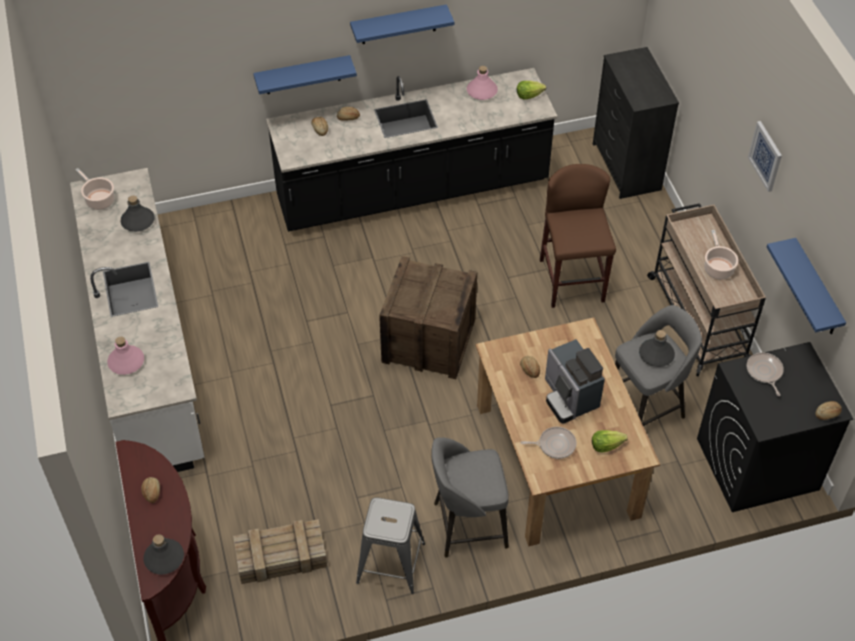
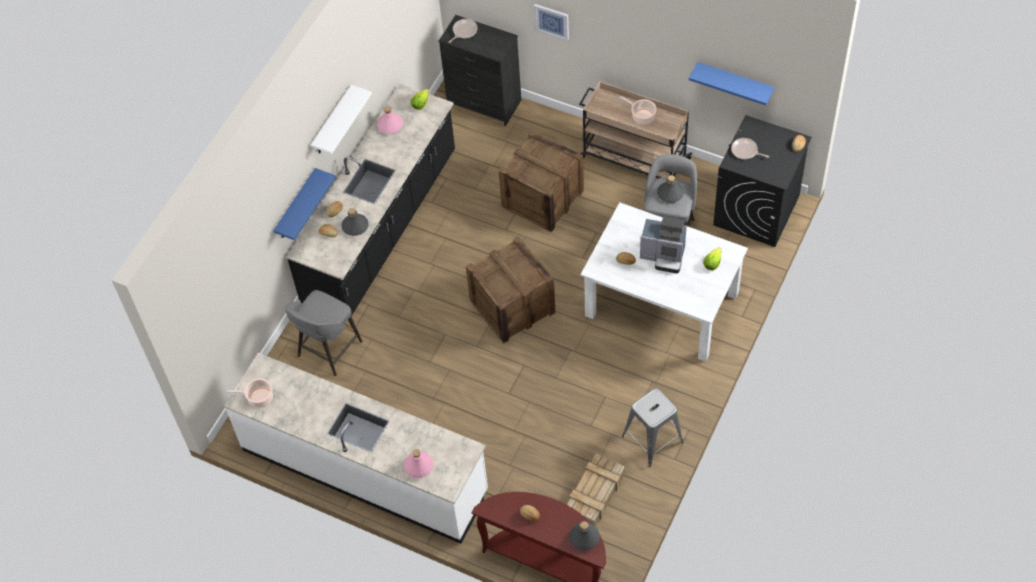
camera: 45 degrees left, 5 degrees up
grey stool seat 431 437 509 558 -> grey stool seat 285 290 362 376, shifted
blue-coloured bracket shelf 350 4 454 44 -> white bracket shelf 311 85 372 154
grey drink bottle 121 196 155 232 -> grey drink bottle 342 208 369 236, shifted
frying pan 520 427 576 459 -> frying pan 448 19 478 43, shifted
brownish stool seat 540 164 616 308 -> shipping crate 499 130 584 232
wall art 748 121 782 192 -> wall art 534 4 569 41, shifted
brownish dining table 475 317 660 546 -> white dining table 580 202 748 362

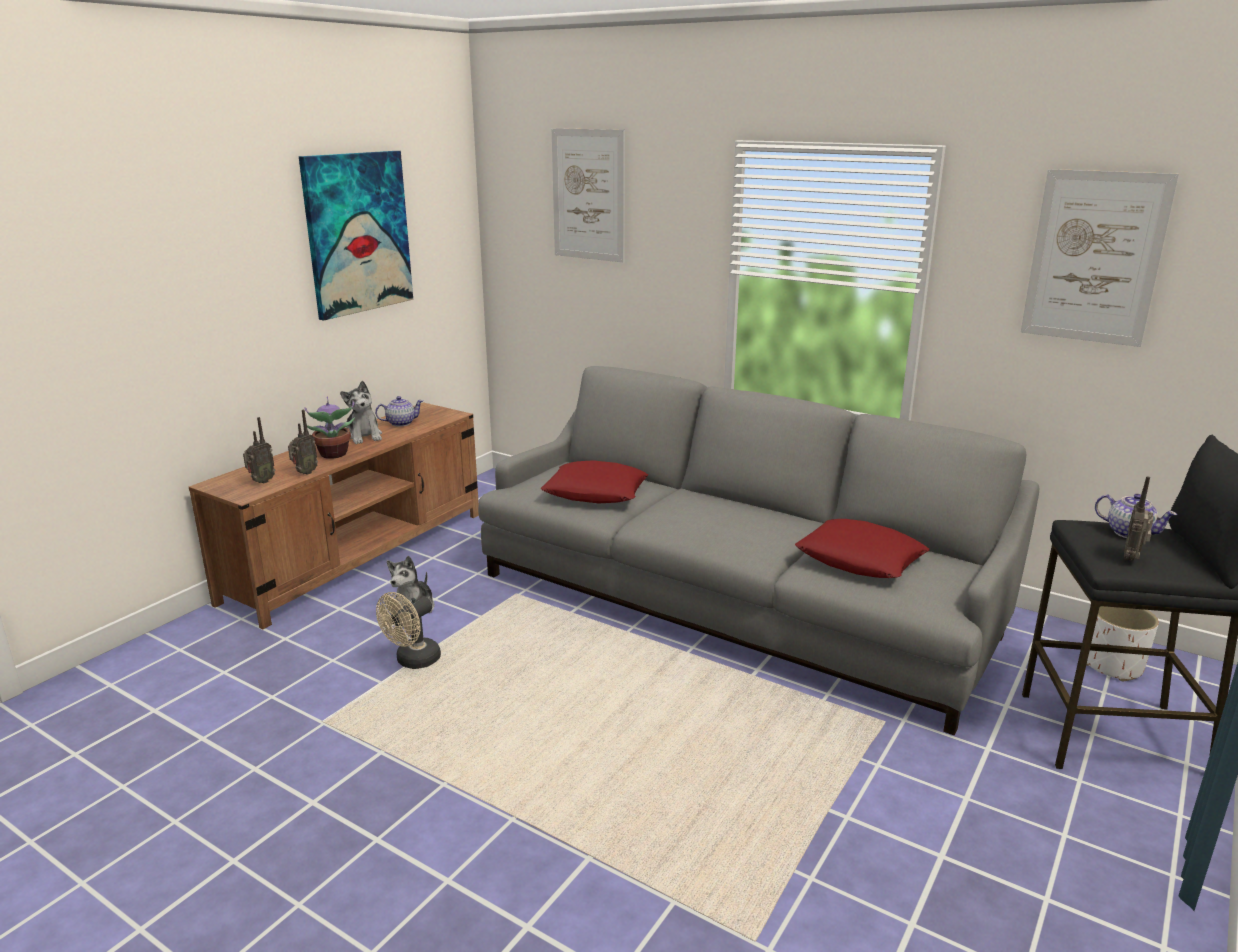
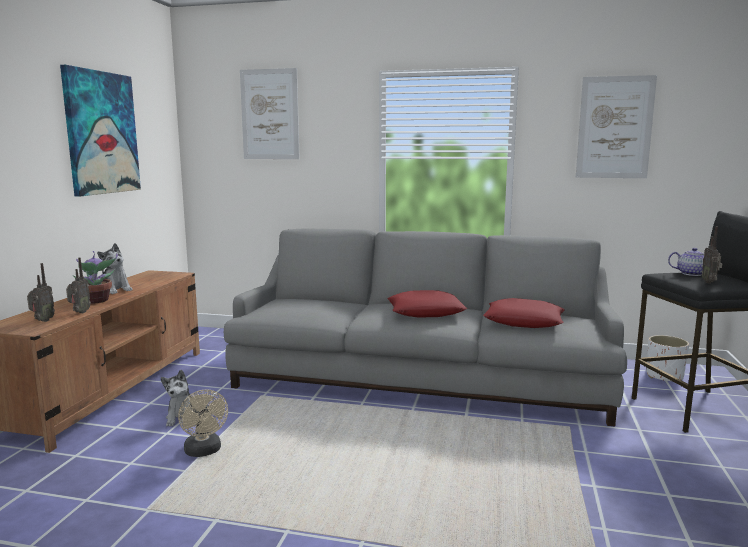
camera: 20 degrees left, 10 degrees down
sand-coloured electric fan 376 592 441 669 -> sand-coloured electric fan 178 389 228 457, 45 degrees counterclockwise
reddish cushion 541 460 648 503 -> reddish cushion 388 290 467 318, shifted
teapot 375 396 423 427 -> none

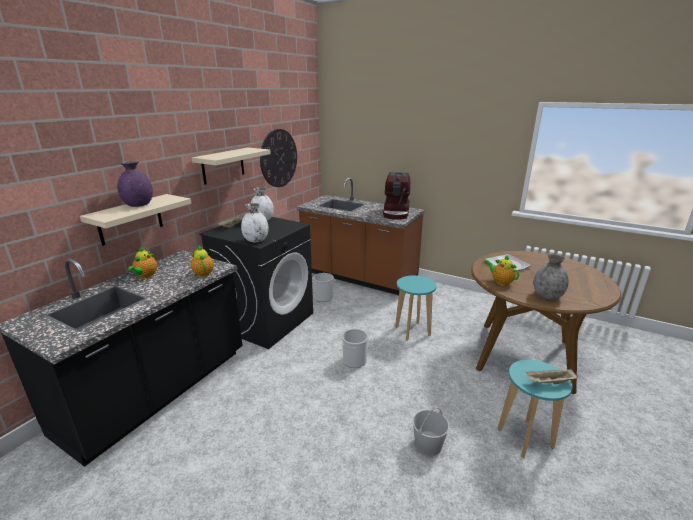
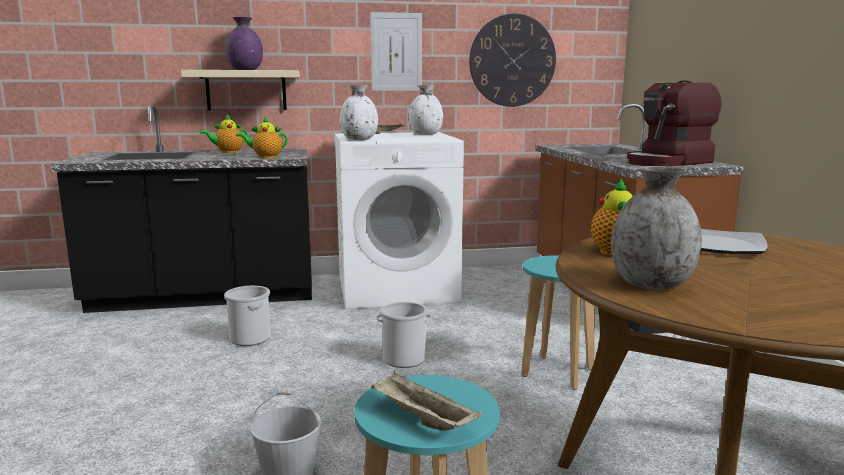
camera: 50 degrees right, 10 degrees down
water bucket 312 273 335 302 -> water bucket 224 286 271 346, shifted
teapot 191 245 214 277 -> teapot 236 116 288 158, 120 degrees counterclockwise
black-coloured washing machine 199 217 313 349 -> white washing machine 335 132 464 309
sand-coloured bracket shelf 192 148 271 184 -> wall art 370 12 422 91

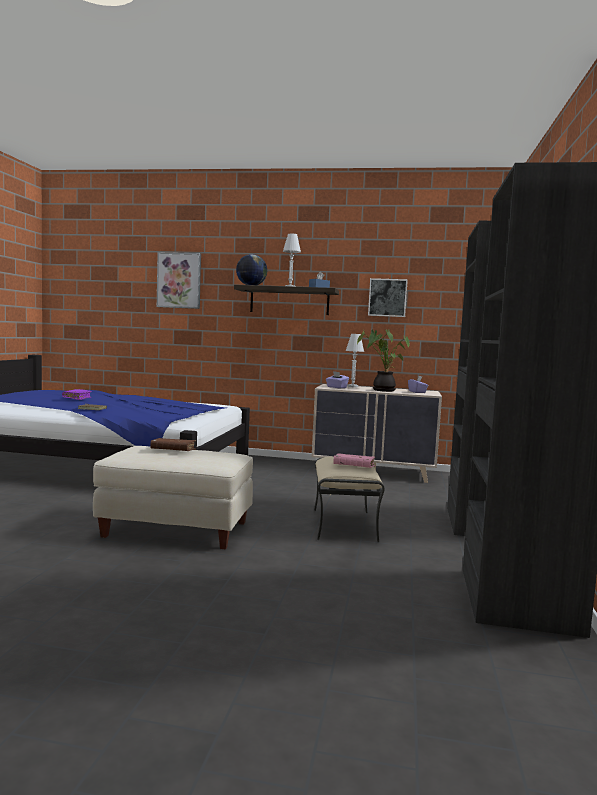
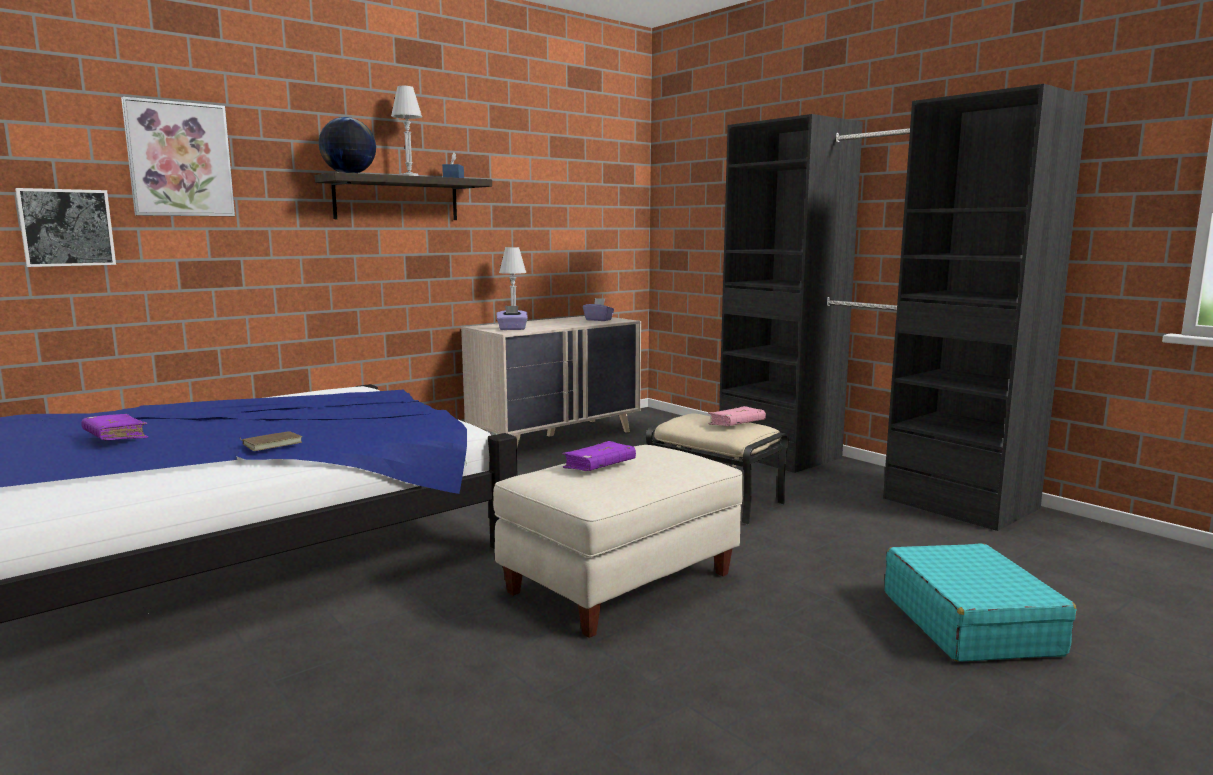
camera: 50 degrees left, 5 degrees up
wall art 368 278 408 317 -> wall art 15 188 116 267, shifted
brownish bound book 150 438 196 451 -> purple-coloured bound book 562 441 636 471
none -> turquoise-coloured travel case 885 543 1077 662
plant in a pot 357 329 410 392 -> none

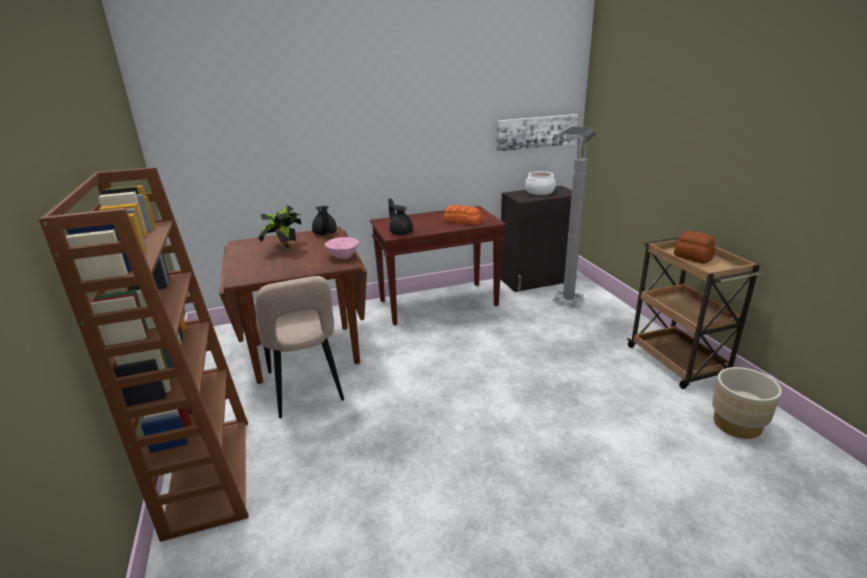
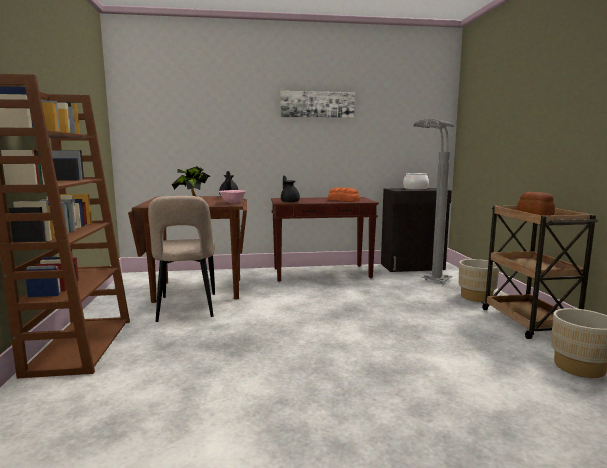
camera: 10 degrees right, 15 degrees down
wall art 497 114 578 151 -> wall art 280 91 355 118, shifted
none -> sand-coloured flower pot 459 259 499 302

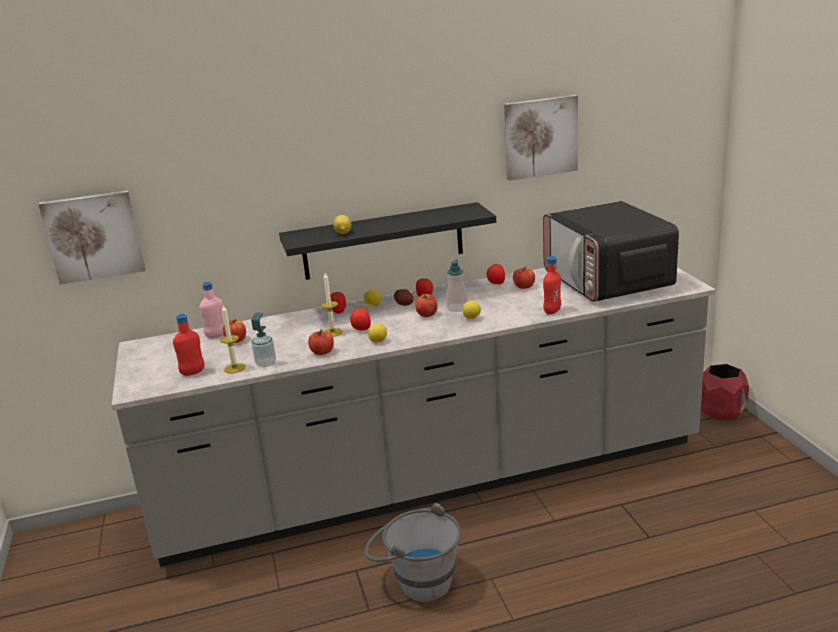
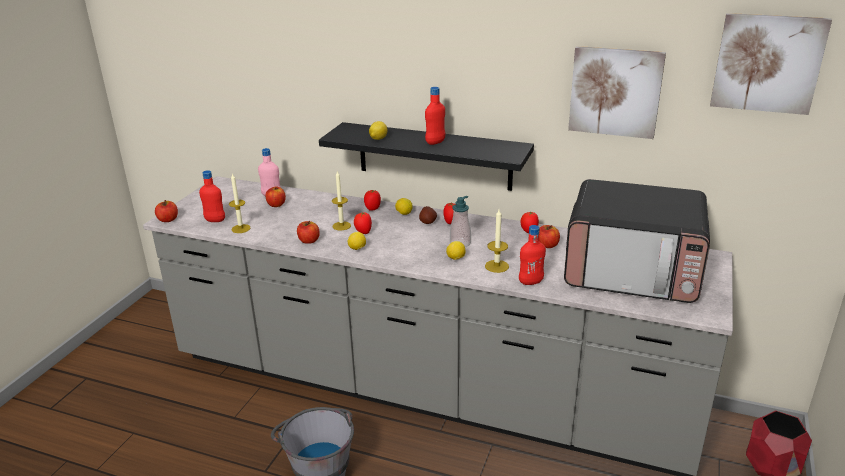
camera: 35 degrees right, 5 degrees up
whole apple 416 293 437 317 -> whole apple 155 200 178 222, shifted
none -> reddish drink bottle 425 87 445 145
none -> wax candle 485 209 509 273
kitchen microwave 543 201 679 302 -> kitchen microwave 564 179 710 303, 90 degrees counterclockwise
wall art 38 190 145 285 -> wall art 710 13 832 115, shifted
soap bottle 251 312 276 367 -> none

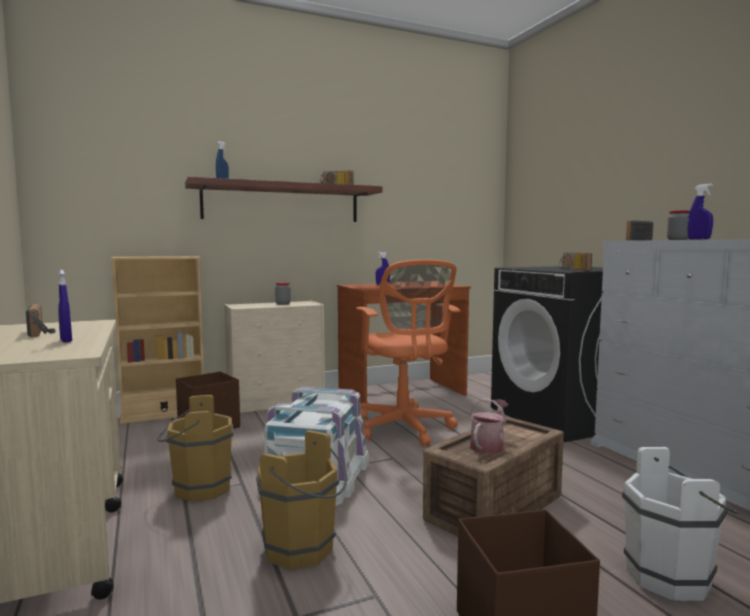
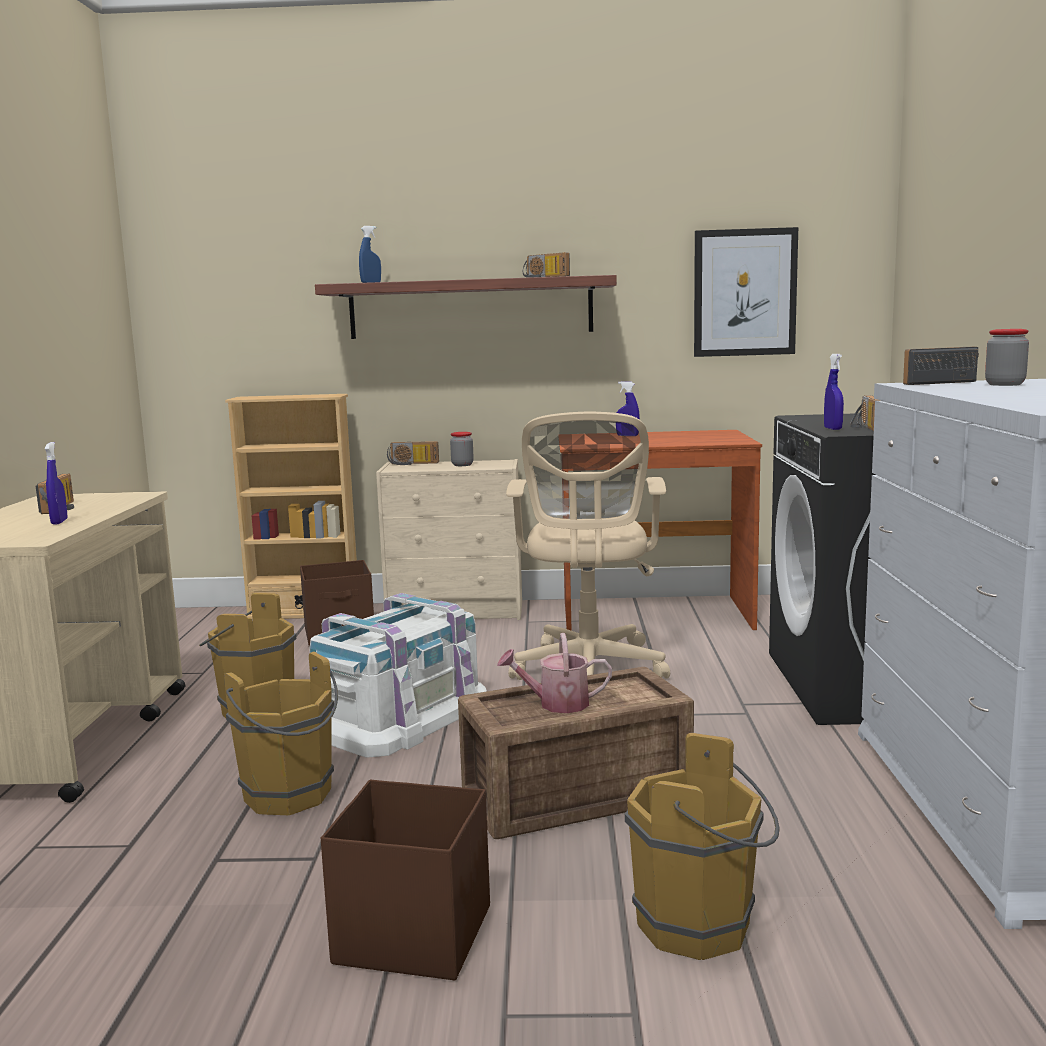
camera: 25 degrees right, 5 degrees up
none -> radio set 387 441 439 465
watering pot 470 398 508 454 -> watering pot 497 633 612 713, 150 degrees counterclockwise
orangey computer chair 356 259 461 446 -> sand-coloured computer chair 506 412 670 680
white water bucket 622 447 738 601 -> brownish water bucket 625 733 780 960
none -> wall art 694 227 798 357
blue-coloured hand sprayer 687 184 713 240 -> blue-coloured hand sprayer 824 354 844 430, shifted

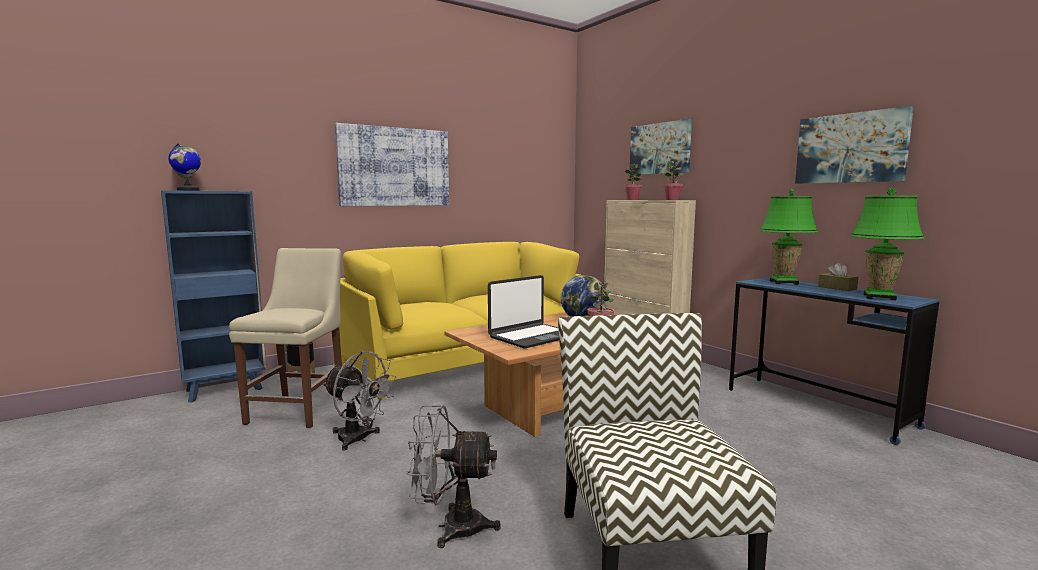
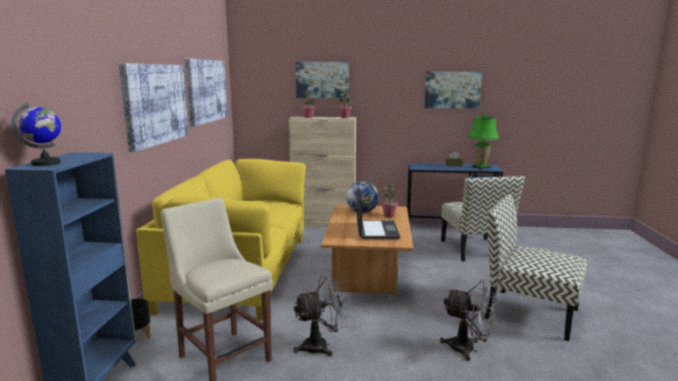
camera: 50 degrees left, 5 degrees up
none -> wall art 185 59 227 126
grey electric fan 406 405 501 548 -> grey electric fan 440 280 498 361, 105 degrees counterclockwise
none -> chair 441 176 525 262
green-coloured tabletop lamp 759 189 818 285 -> none

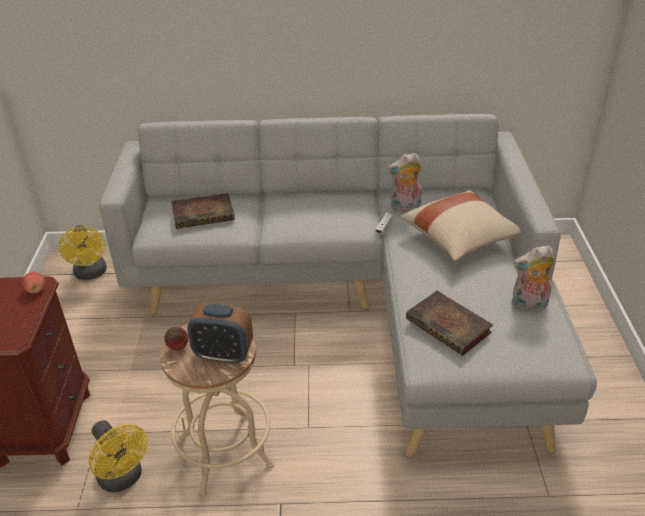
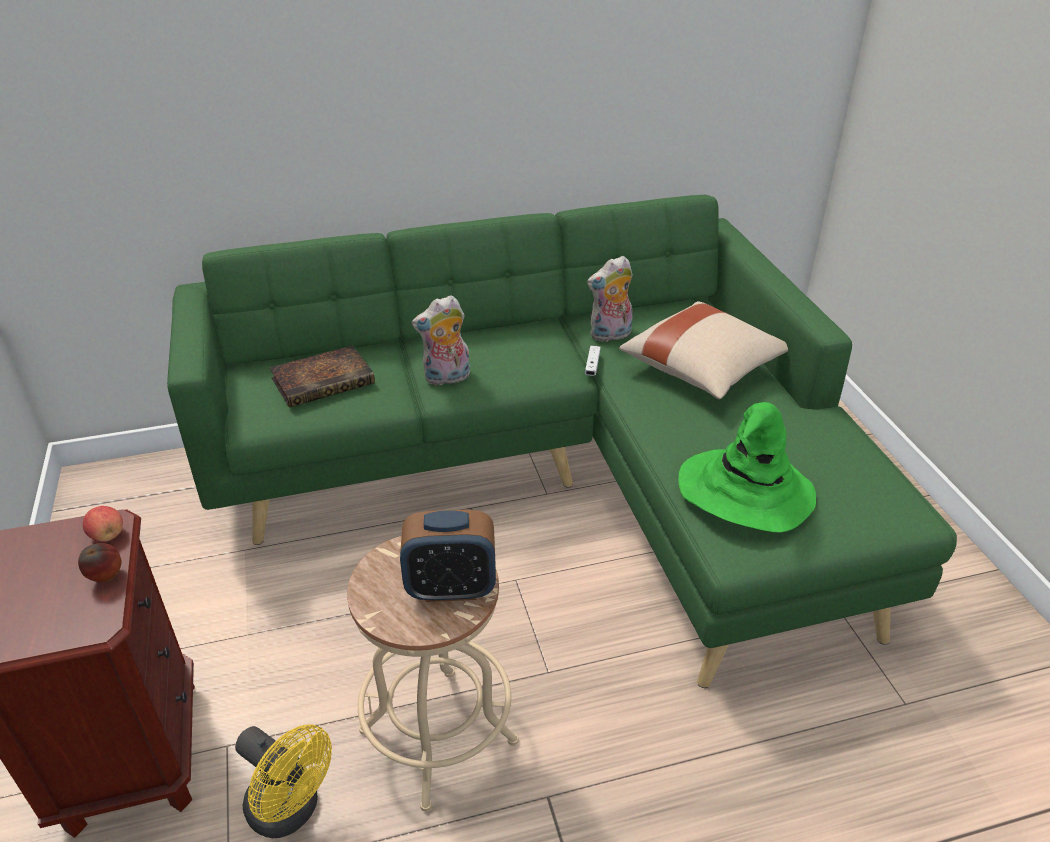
camera: 15 degrees left, 0 degrees up
whole apple 165 327 188 351 -> whole apple 78 543 122 582, shifted
grey sofa 99 114 597 458 -> green-coloured sofa 167 195 957 688
plush toy 512 245 555 313 -> plush toy 412 295 470 385, shifted
bound book 406 291 493 356 -> green-coloured hat 678 402 816 533
yellowish electric fan 58 225 107 280 -> none

